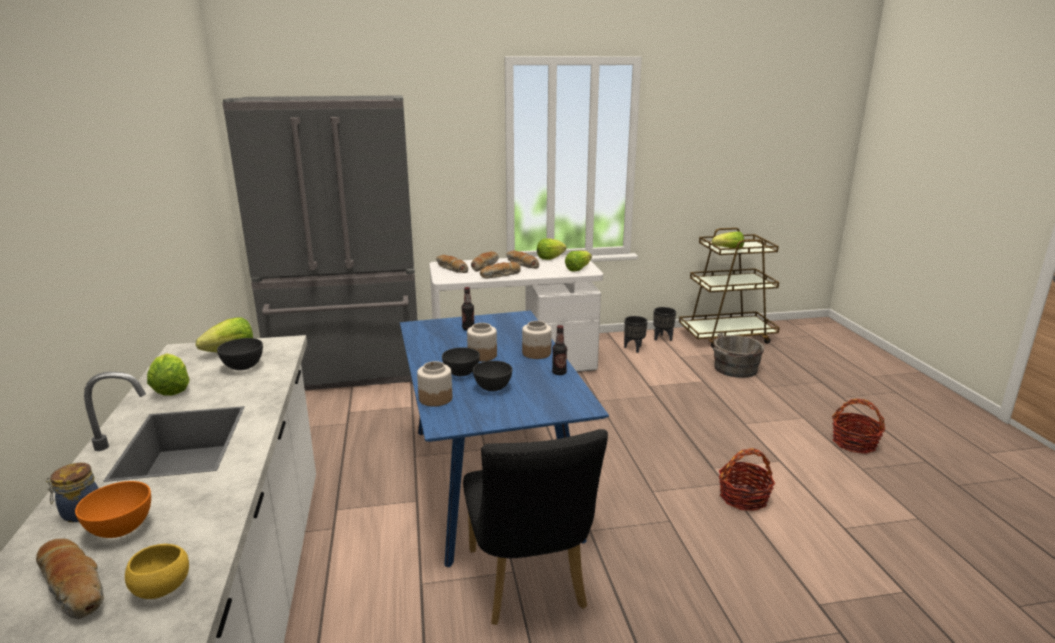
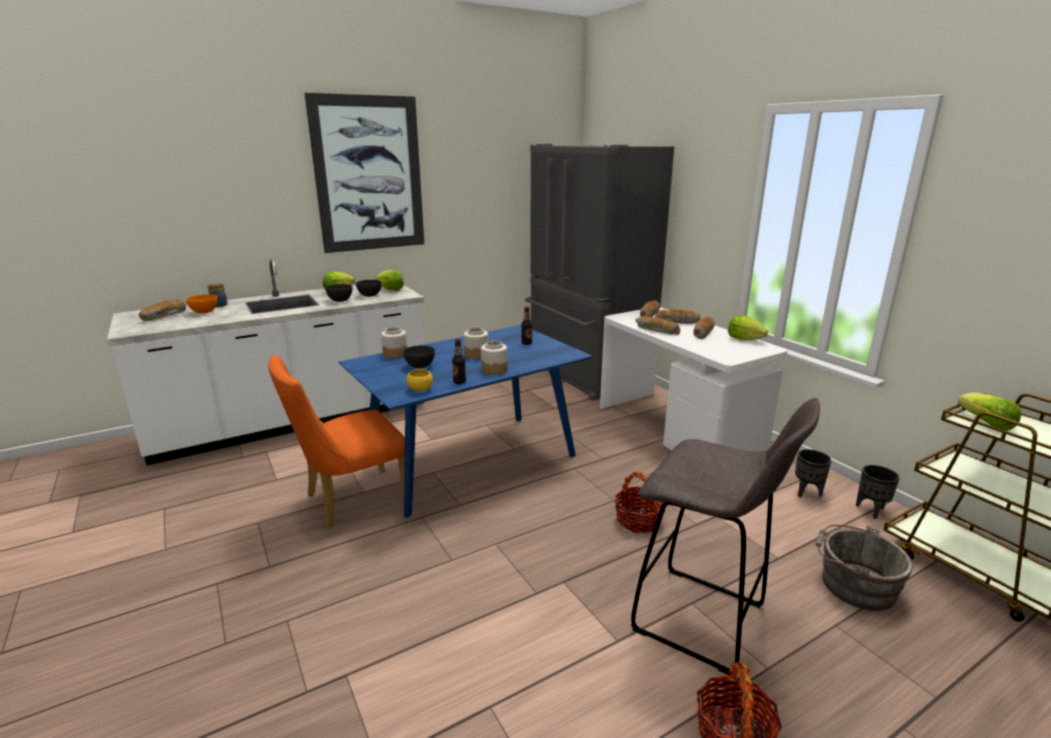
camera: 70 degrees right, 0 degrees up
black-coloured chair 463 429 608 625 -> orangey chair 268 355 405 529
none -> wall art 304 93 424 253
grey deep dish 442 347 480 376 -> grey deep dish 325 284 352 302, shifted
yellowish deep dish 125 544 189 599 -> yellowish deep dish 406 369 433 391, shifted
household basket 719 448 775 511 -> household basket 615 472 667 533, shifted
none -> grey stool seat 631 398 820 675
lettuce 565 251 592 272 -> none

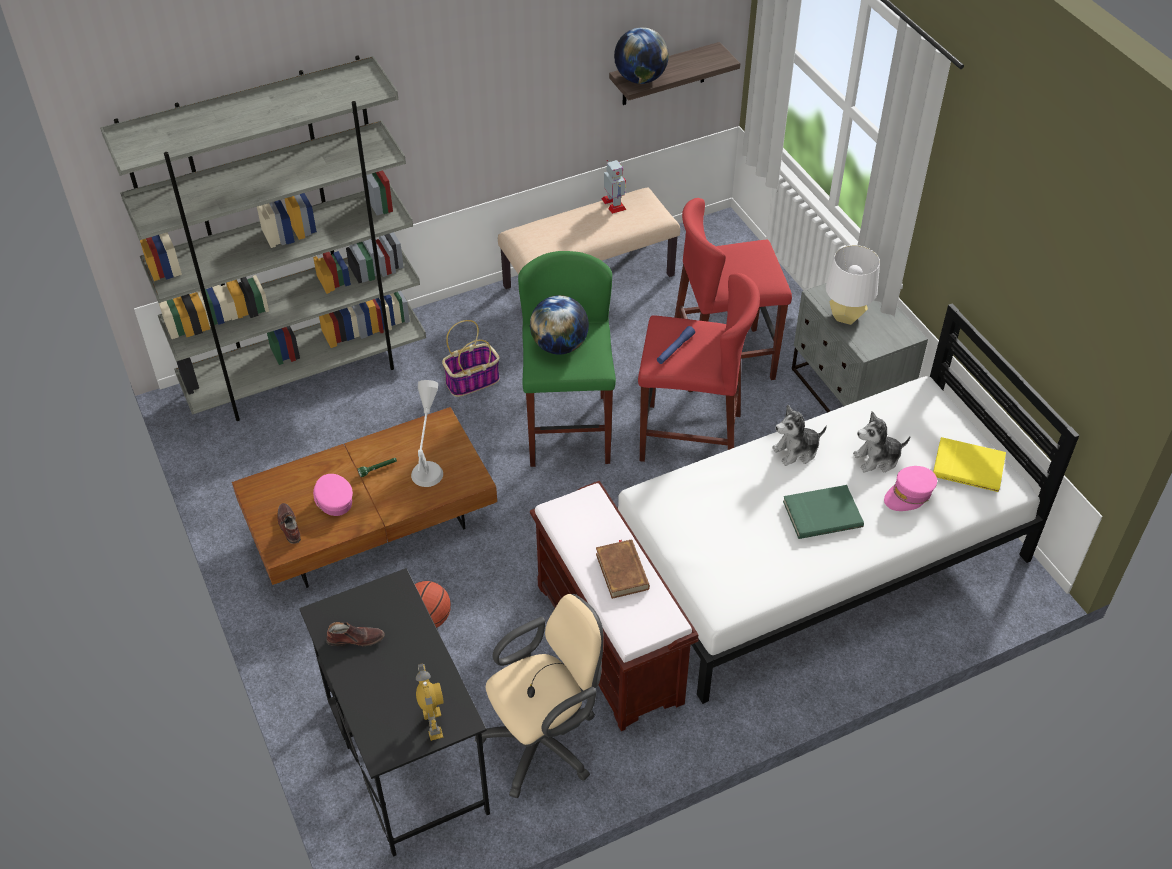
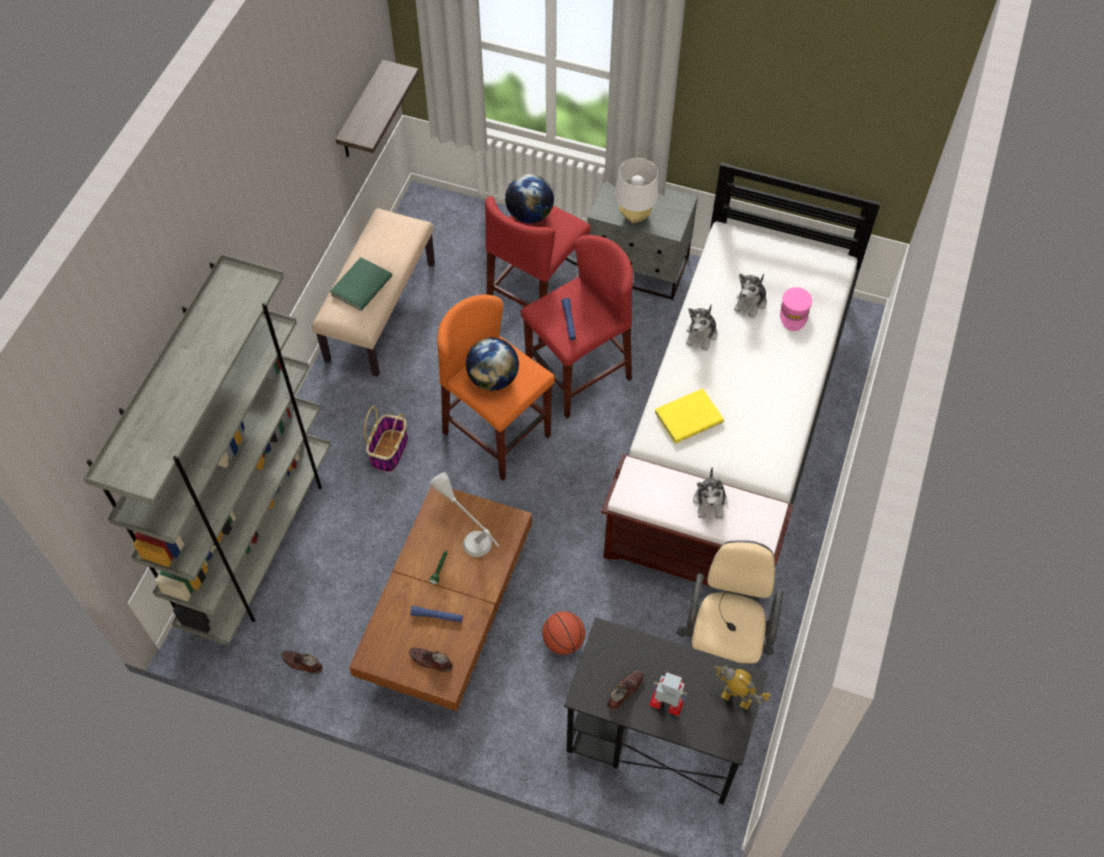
camera: 45 degrees left, 10 degrees up
none -> brownish low shoe 281 650 323 674
green-coloured bound book 783 485 864 539 -> green-coloured bound book 330 257 392 311, shifted
pinkish baseball cap 313 474 353 516 -> blue-coloured hand torch 410 606 463 622
green-coloured stool seat 518 251 616 467 -> orangey stool seat 437 295 555 480
desk globe 614 27 669 84 -> desk globe 505 174 554 223, shifted
model robot 602 160 626 214 -> model robot 649 672 687 716, shifted
yellowish bound book 933 437 1006 492 -> yellowish bound book 655 388 724 444, shifted
brownish bound book 596 539 650 599 -> plush toy 693 467 728 520

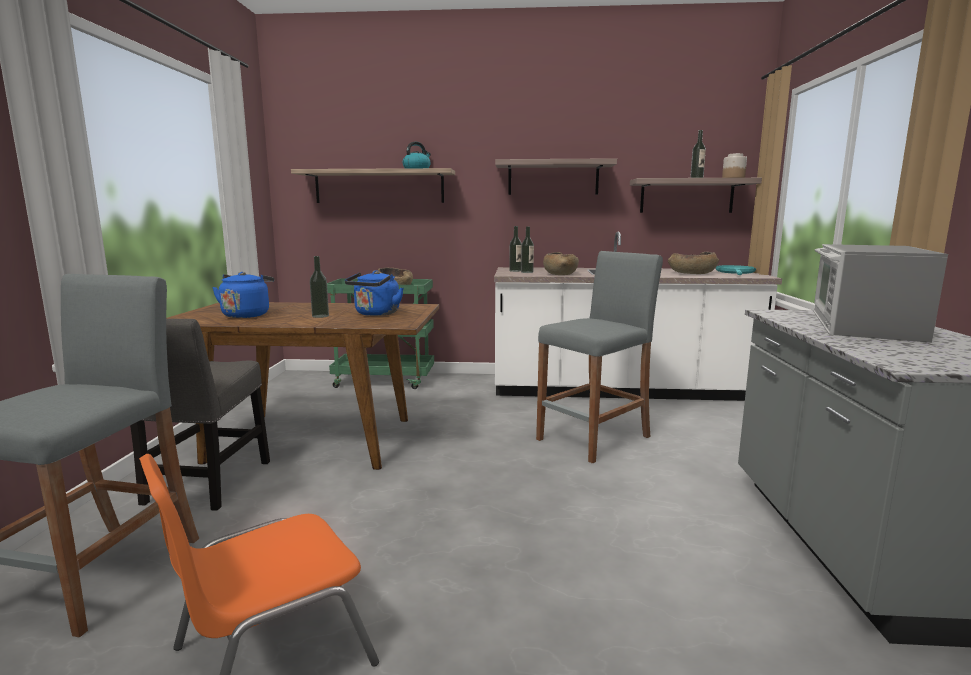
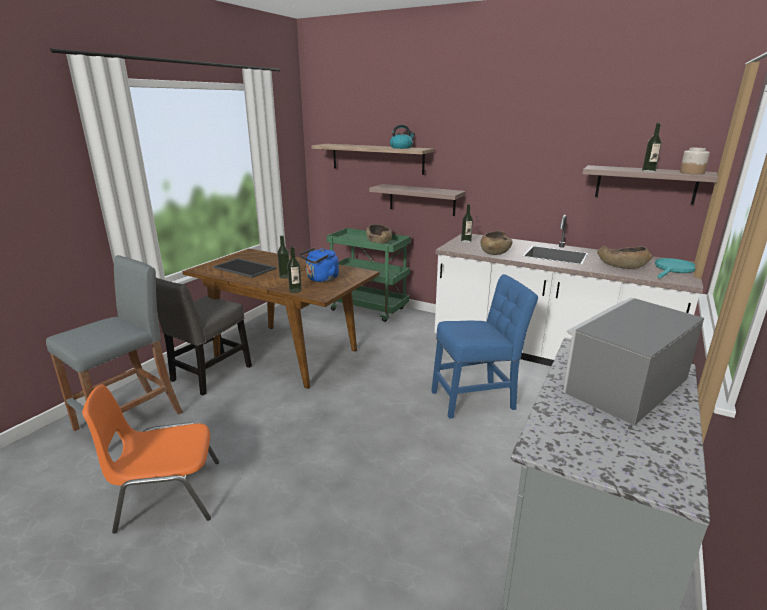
camera: 25 degrees right, 10 degrees up
blue-coloured water kettle 212 272 274 318 -> tray 213 258 276 278
drink bottle 521 226 534 273 -> drink bottle 287 247 302 293, shifted
bracket shelf 495 158 617 195 -> bracket shelf 369 184 466 216, shifted
grey stool seat 536 251 663 464 -> blue-coloured chair 431 274 538 419

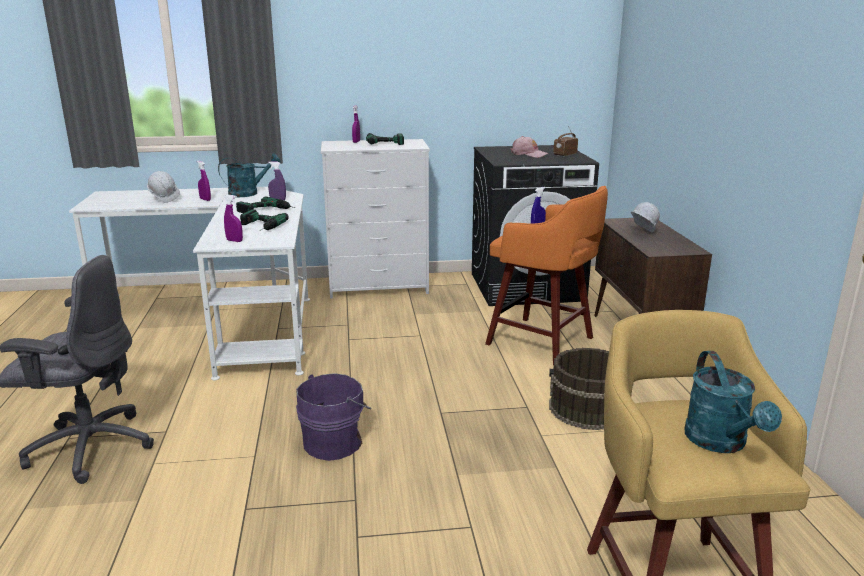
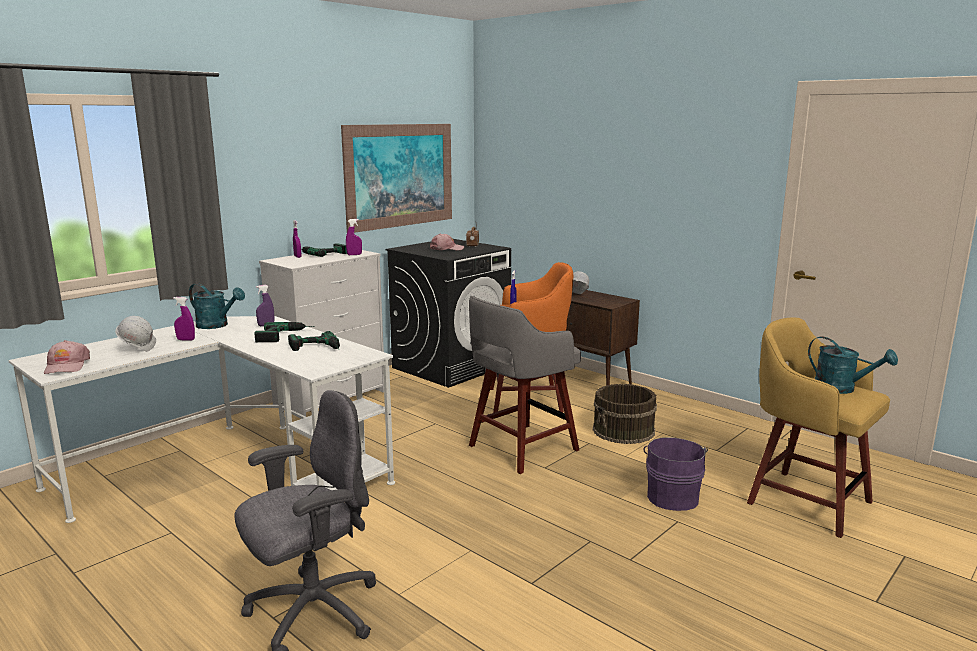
camera: 40 degrees left, 5 degrees down
none -> pinkish baseball cap 44 340 90 374
turquoise-coloured watering pot 218 154 281 197 -> turquoise-coloured watering pot 189 283 245 329, 90 degrees clockwise
none -> wall art 341 124 452 233
purple-coloured hand sprayer 224 195 243 242 -> purple-coloured hand sprayer 346 219 362 255, shifted
none -> grey stool seat 469 296 581 474
purple-coloured water bucket 296 373 371 461 -> purple-coloured water bucket 644 437 708 511, shifted

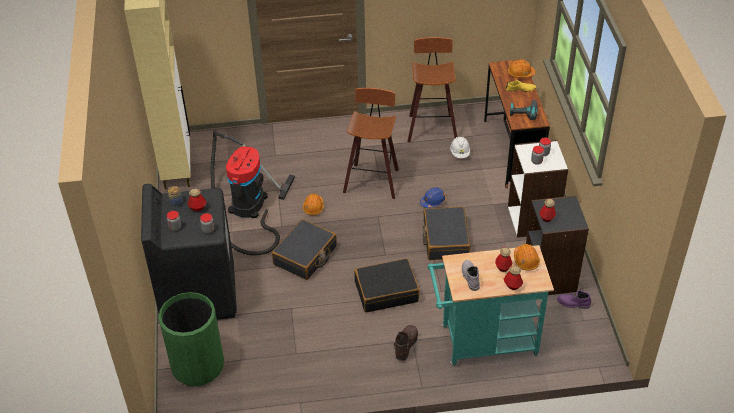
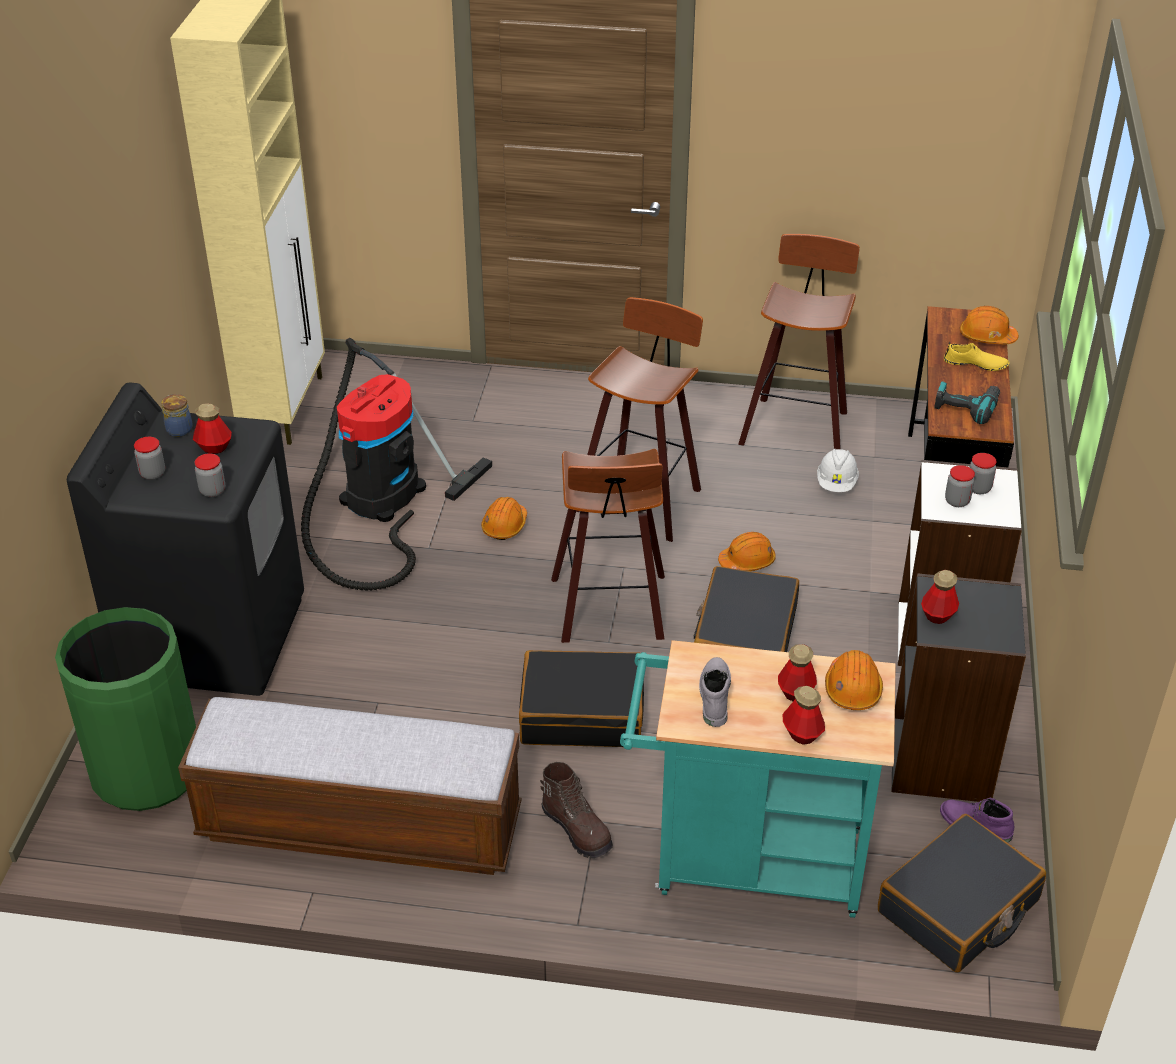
camera: 15 degrees right, 5 degrees down
none -> indoor bench 178 697 521 875
brownish tall boot 394 325 418 361 -> brownish tall boot 540 762 613 858, 105 degrees clockwise
none -> stool seat 551 449 665 643
blue-coloured work helmet 420 187 446 208 -> orangey work helmet 718 532 776 571
black-coloured travel case 272 219 337 280 -> black-coloured travel case 878 814 1046 972, shifted

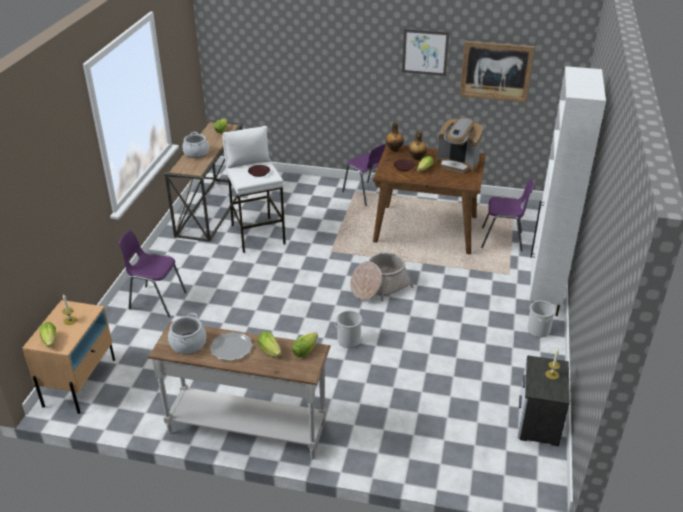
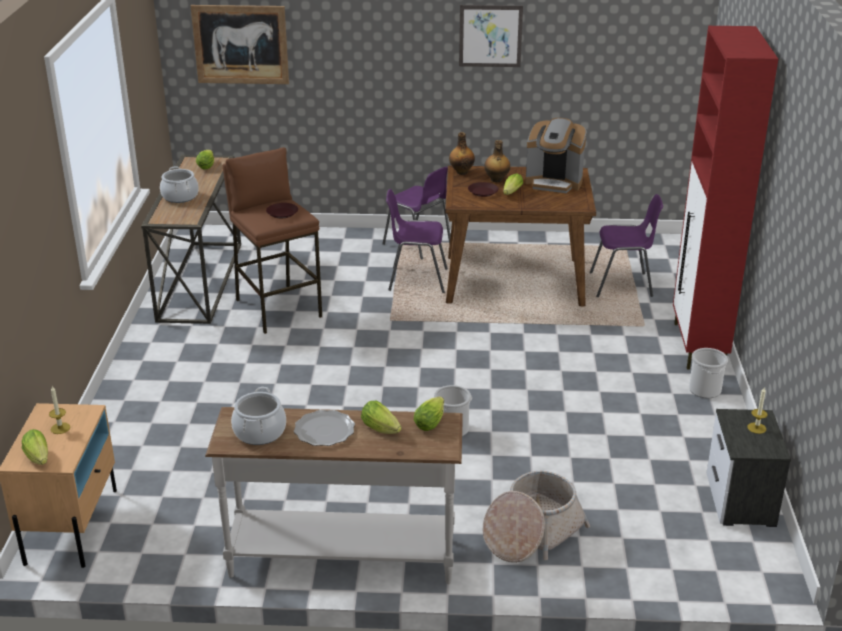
camera: 10 degrees left, 5 degrees down
wall art 459 41 535 103 -> wall art 191 5 289 84, shifted
white stool seat 222 126 286 253 -> brownish stool seat 223 147 322 334
purple-coloured chair 119 230 186 317 -> purple-coloured chair 386 189 448 293, shifted
household basket 350 253 414 301 -> household basket 482 471 590 563, shifted
white storage cabinet 530 66 606 316 -> reddish storage cabinet 673 26 778 370

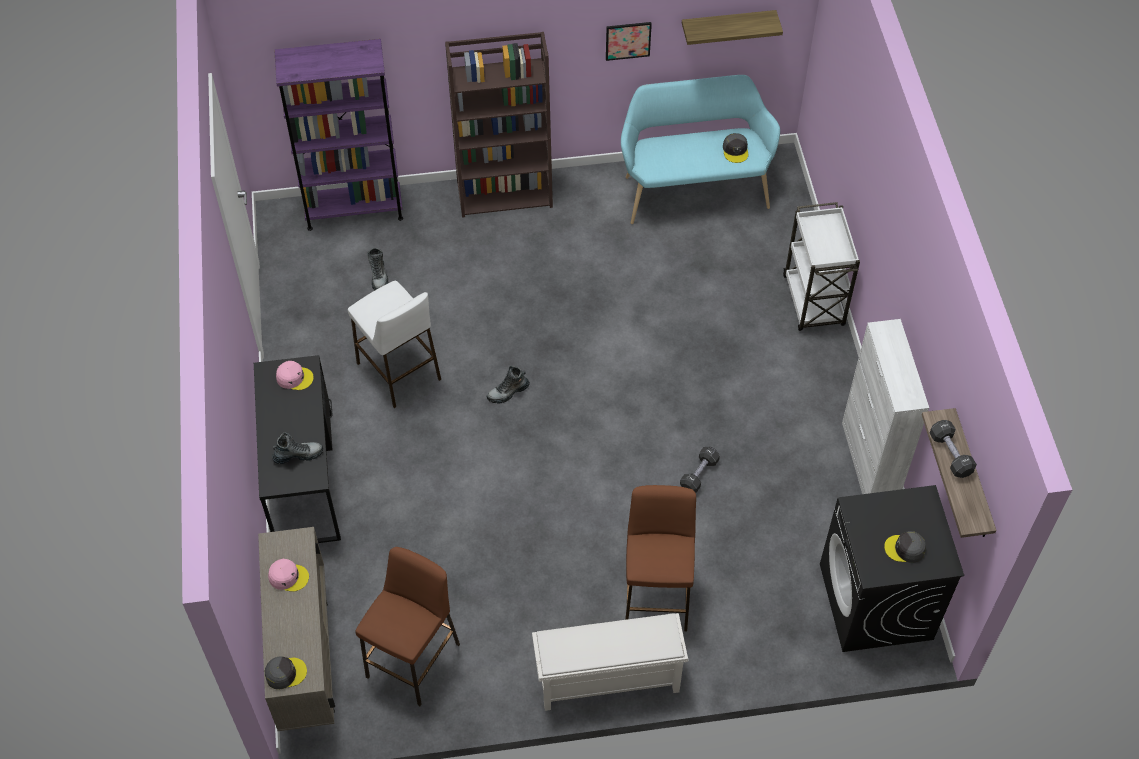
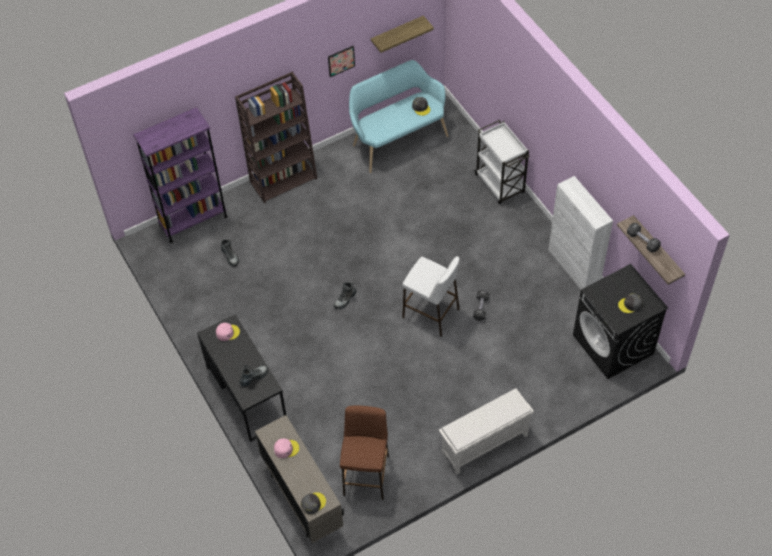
camera: 20 degrees left, 0 degrees up
white stool seat 348 281 441 408 -> white stool seat 402 256 460 337, shifted
brownish stool seat 625 485 696 631 -> none

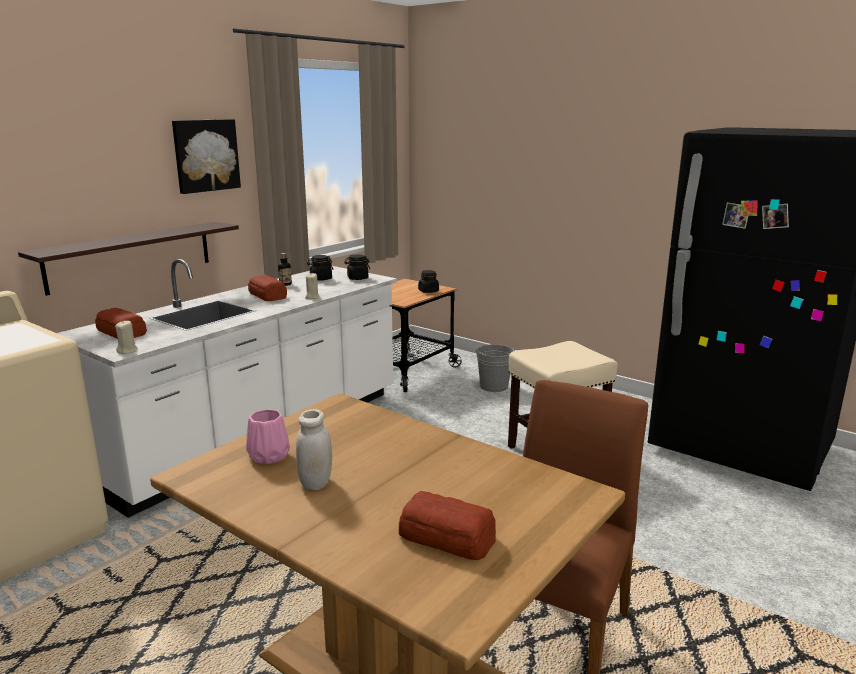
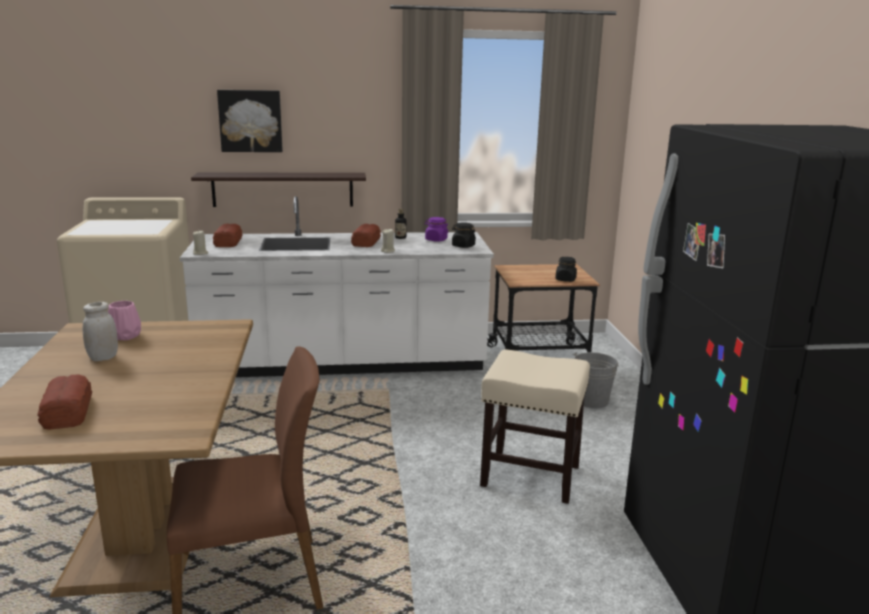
camera: 45 degrees right, 0 degrees up
wall art 172 119 241 194 -> wall art 217 90 283 152, shifted
black-coloured preserve jar 307 255 333 281 -> purple-coloured preserve jar 424 217 448 242

